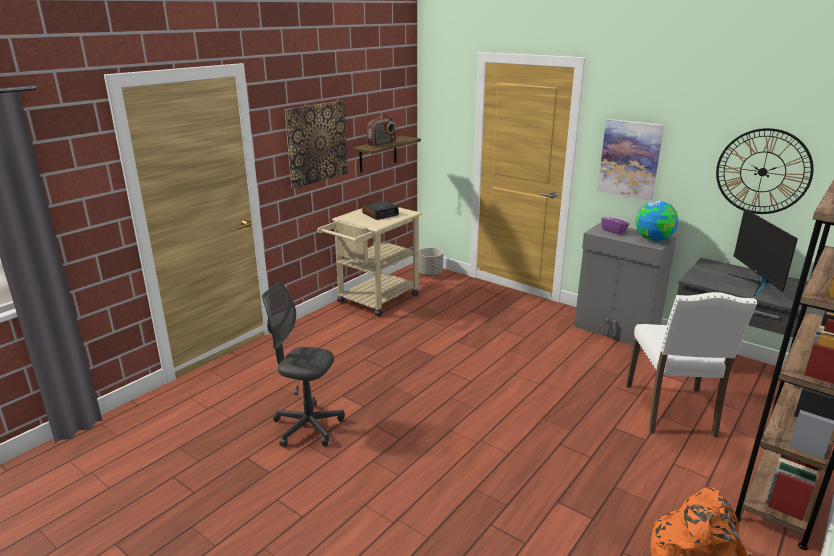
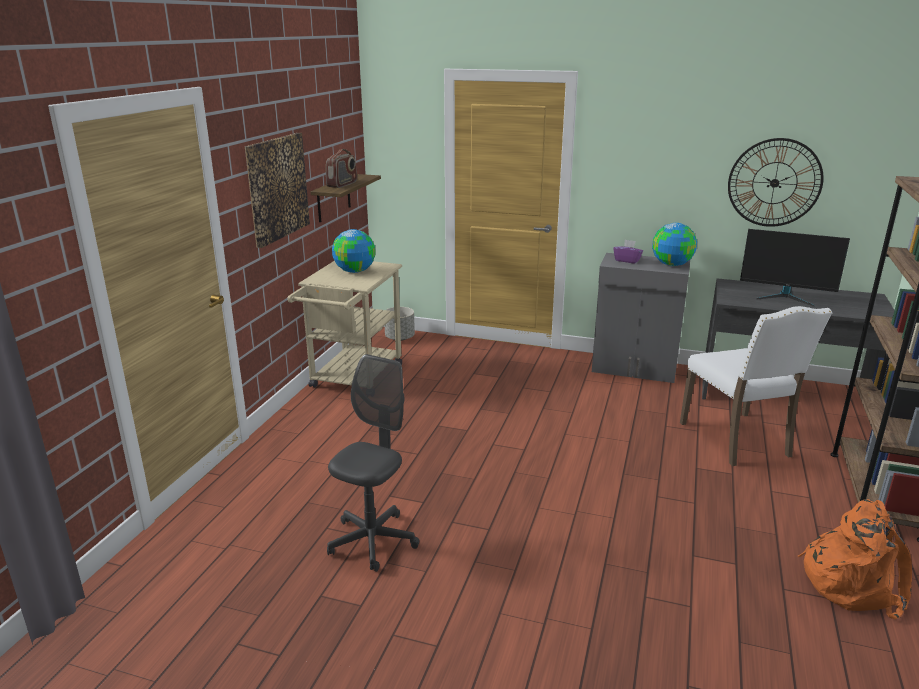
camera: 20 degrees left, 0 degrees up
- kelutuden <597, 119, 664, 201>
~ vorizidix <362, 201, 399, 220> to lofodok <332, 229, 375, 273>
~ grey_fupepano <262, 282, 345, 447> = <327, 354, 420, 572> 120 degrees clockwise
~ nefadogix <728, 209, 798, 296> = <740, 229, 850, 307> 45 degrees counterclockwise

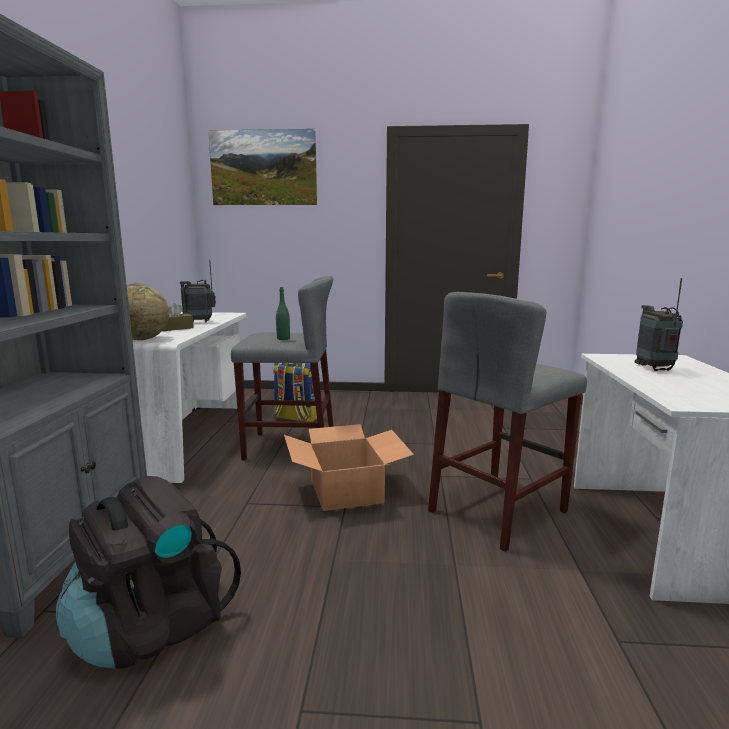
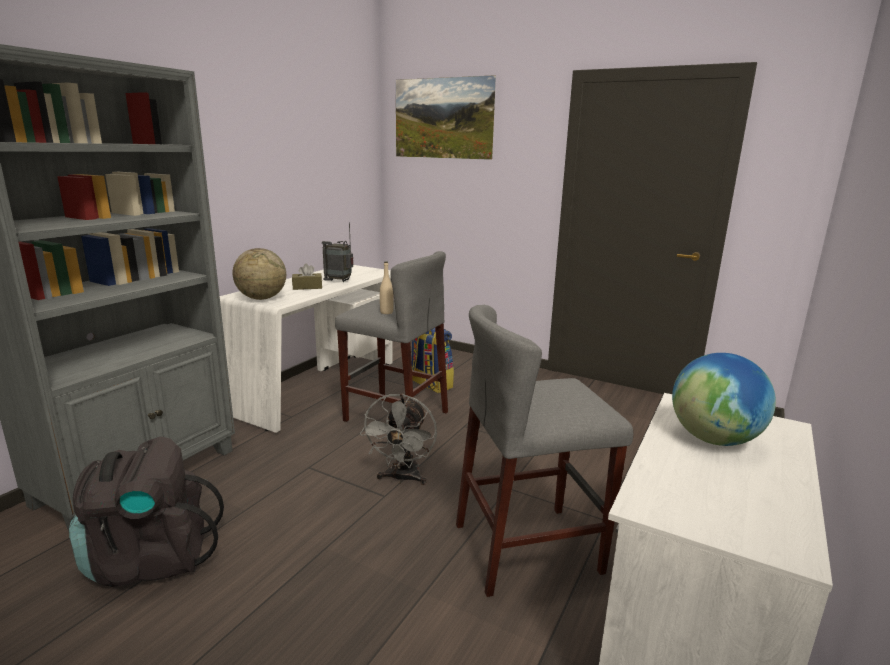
camera: 25 degrees right, 5 degrees up
~ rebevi <284, 424, 414, 511> to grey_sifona <360, 393, 437, 485>
~ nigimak <635, 278, 683, 371> to lofodok <672, 353, 776, 446>
~ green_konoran <276, 287, 290, 340> to beige_konoran <380, 261, 393, 314>

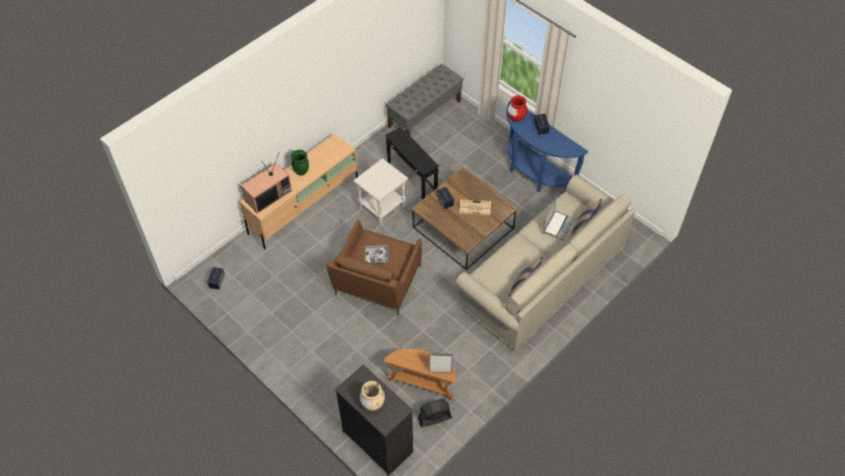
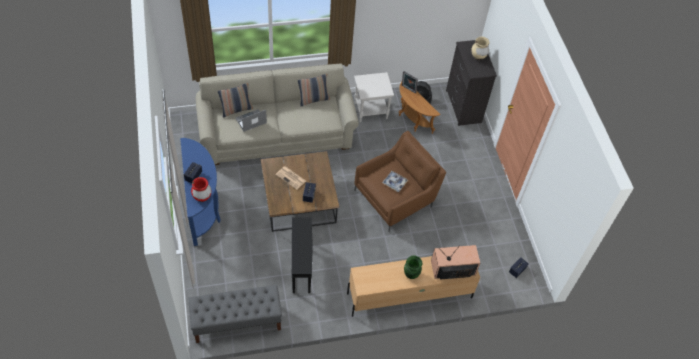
camera: 150 degrees left, 0 degrees up
~ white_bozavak <353, 158, 408, 225> to <354, 72, 394, 122>

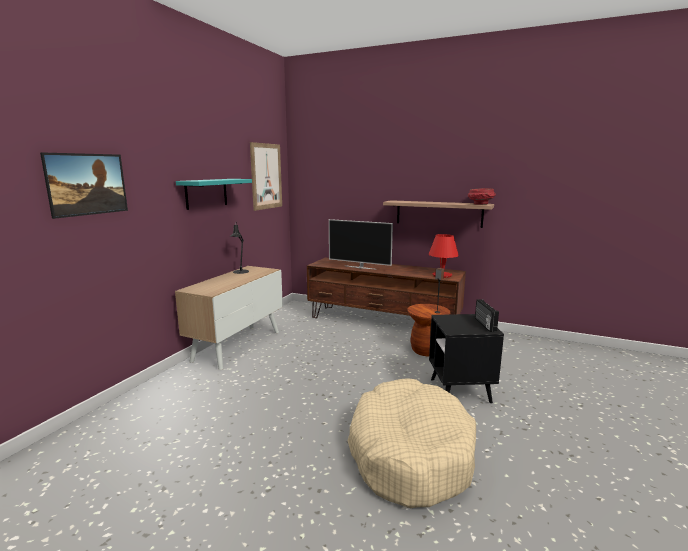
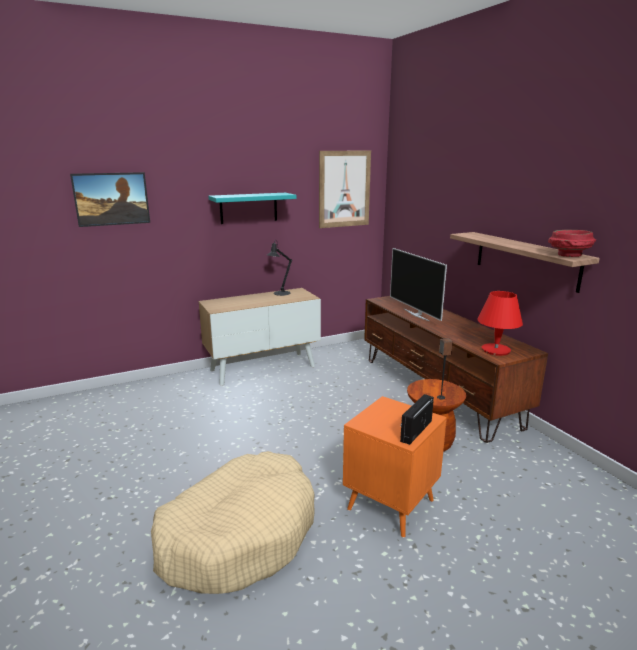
camera: 40 degrees right, 5 degrees up
~ black_bozavak <429, 314, 504, 404> to orange_bozavak <343, 396, 447, 538>

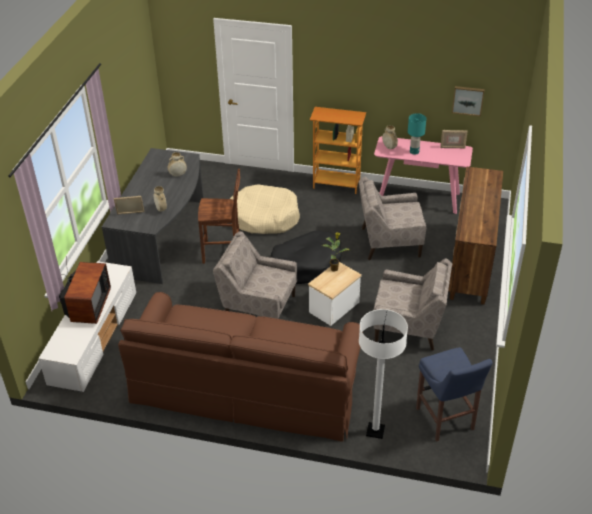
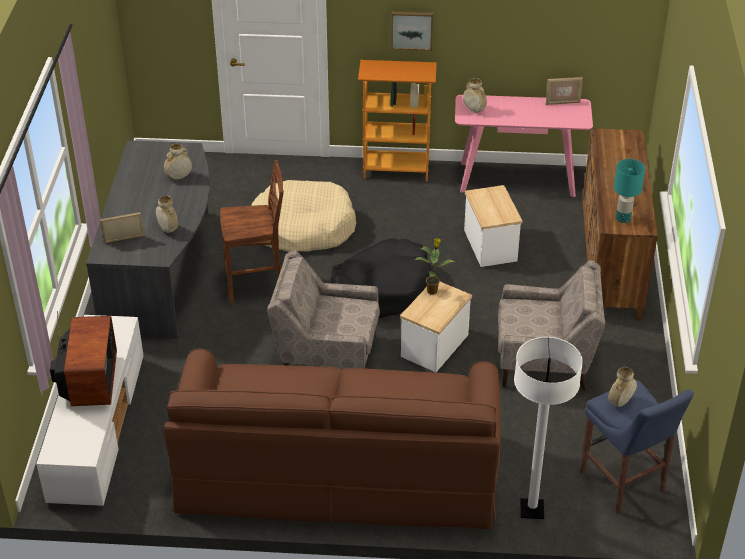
camera: 10 degrees left, 0 degrees up
+ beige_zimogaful <608, 367, 637, 407>
~ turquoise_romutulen <408, 113, 426, 155> to <614, 159, 645, 223>
~ kelutuden <452, 86, 485, 117> to <391, 11, 433, 51>
~ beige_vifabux <359, 177, 426, 260> to bozavak <464, 185, 522, 267>

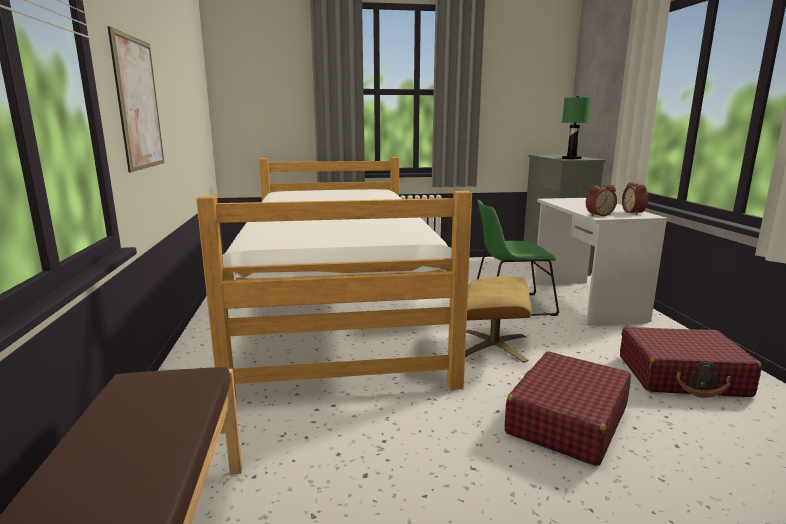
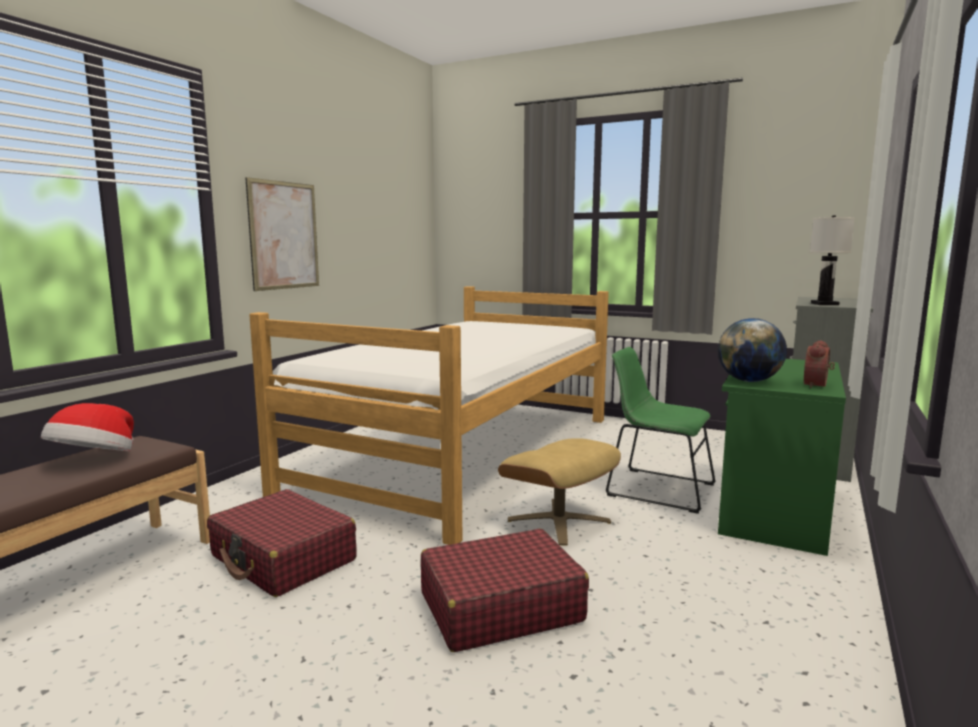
camera: 35 degrees right, 5 degrees down
+ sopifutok <41, 403, 134, 451>
~ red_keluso <620, 327, 762, 398> to <207, 489, 357, 597>
~ vorizidix <586, 185, 617, 216> to lofodok <718, 318, 787, 382>
~ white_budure <535, 198, 667, 326> to green_budure <718, 359, 846, 556>
~ green_romutulen <562, 96, 591, 159> to white_romutulen <810, 216, 855, 305>

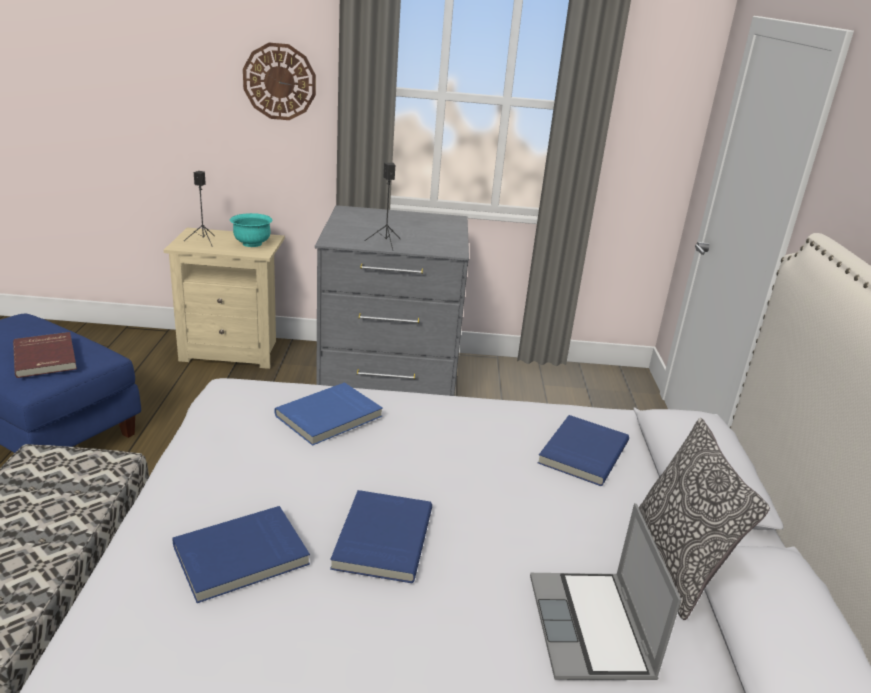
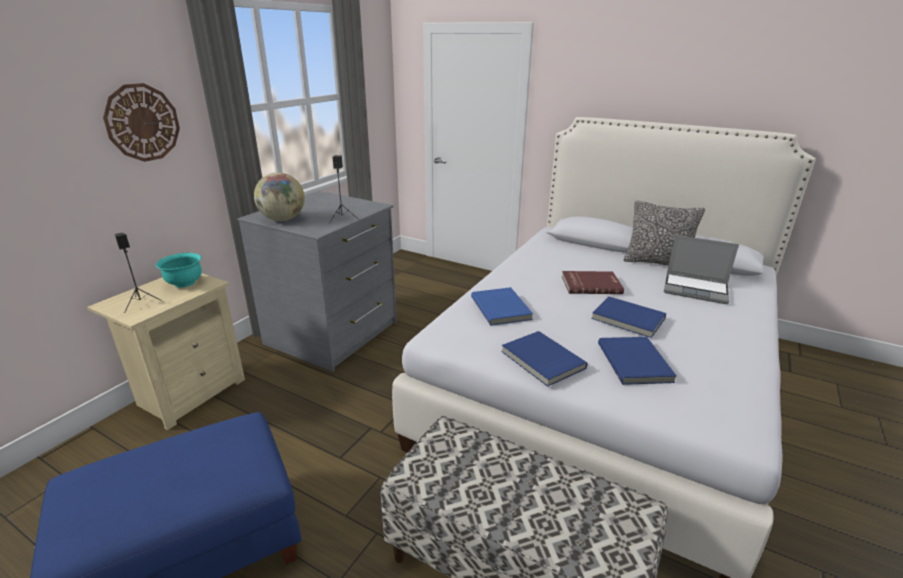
camera: 60 degrees left, 0 degrees up
+ lofodok <254, 172, 305, 221>
~ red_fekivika <13, 332, 77, 378> to <562, 271, 624, 294>
~ blue_fekivika <537, 415, 629, 486> to <501, 331, 588, 387>

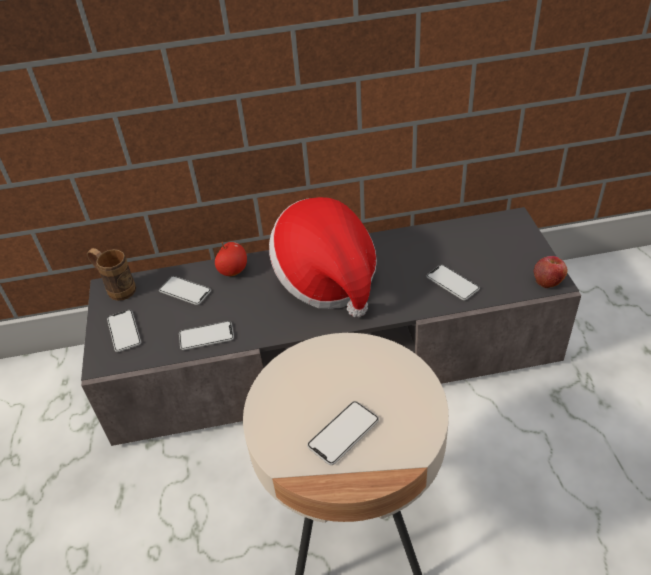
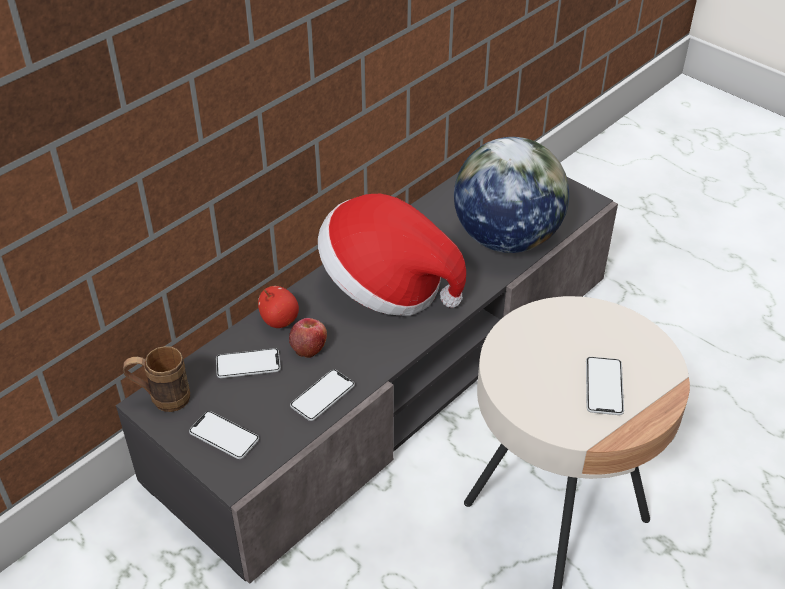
camera: 40 degrees left, 0 degrees up
~ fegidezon <534, 256, 568, 288> to <289, 318, 327, 358>
~ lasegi <426, 265, 480, 300> to lofodok <454, 137, 569, 253>

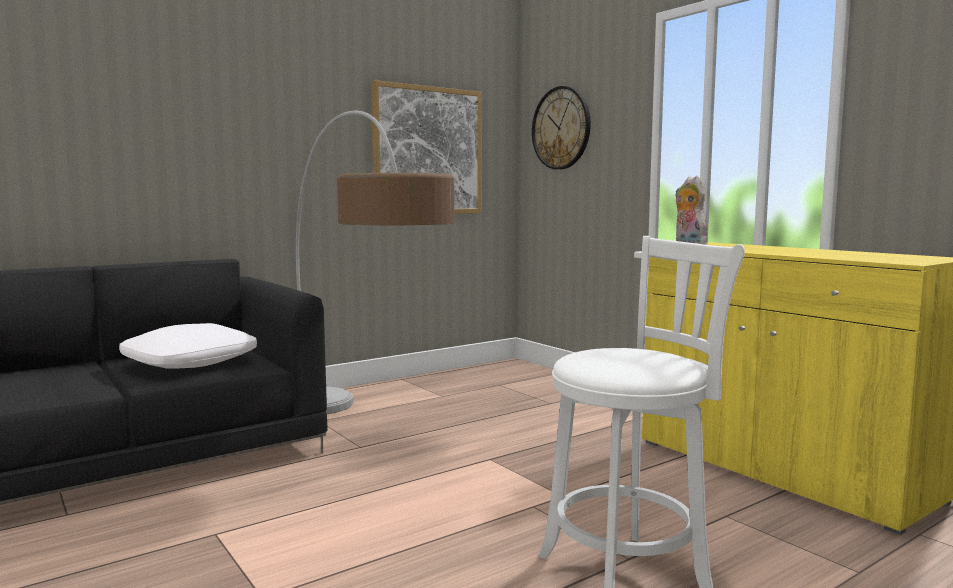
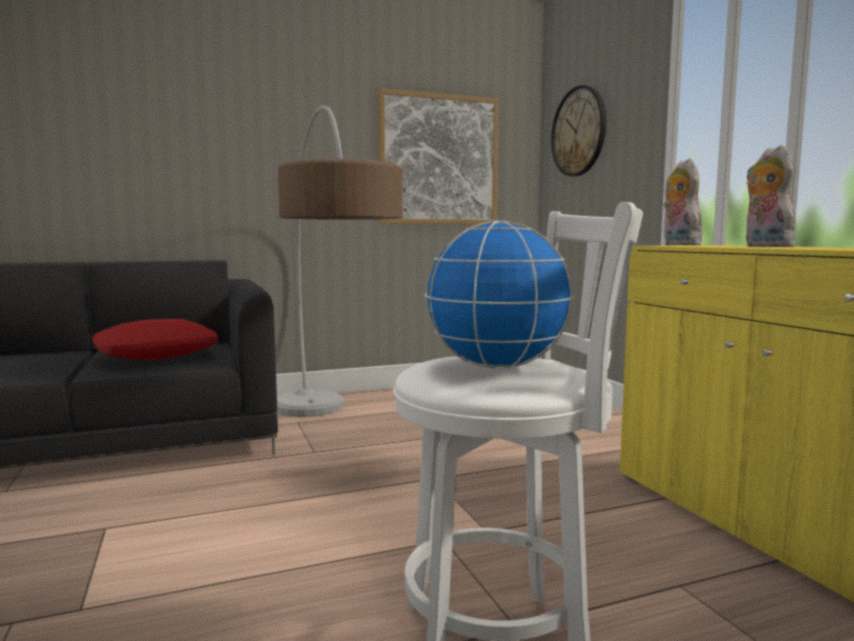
camera: 15 degrees right, 0 degrees up
+ lofodok <424, 221, 574, 369>
+ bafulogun <746, 145, 796, 247>
~ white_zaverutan <119, 323, 257, 369> to red_zaverutan <93, 319, 218, 360>

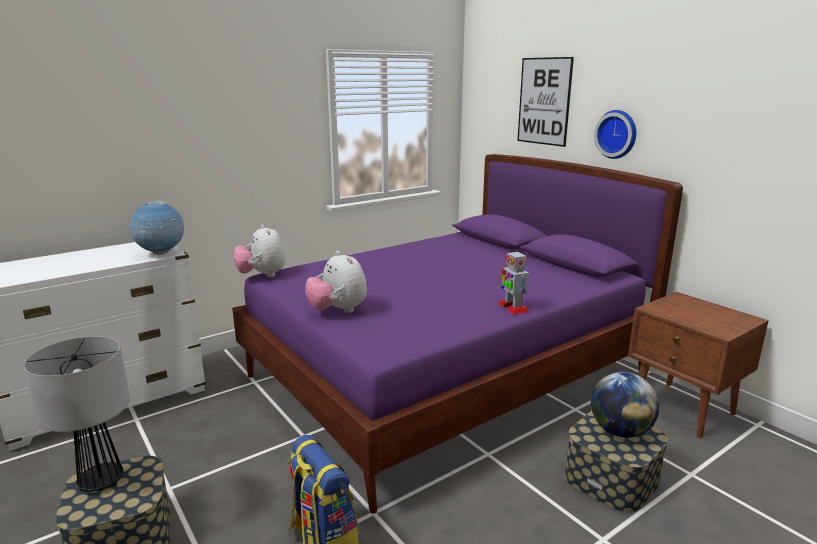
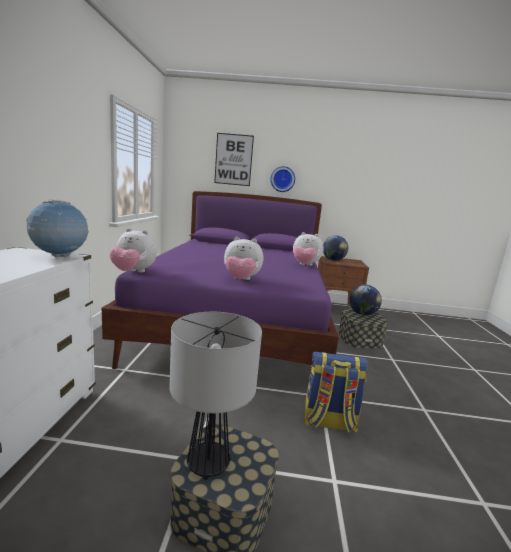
camera: 50 degrees left, 5 degrees down
+ lofodok <323, 235, 348, 261>
~ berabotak <498, 250, 529, 315> to bafulogun <293, 232, 324, 266>

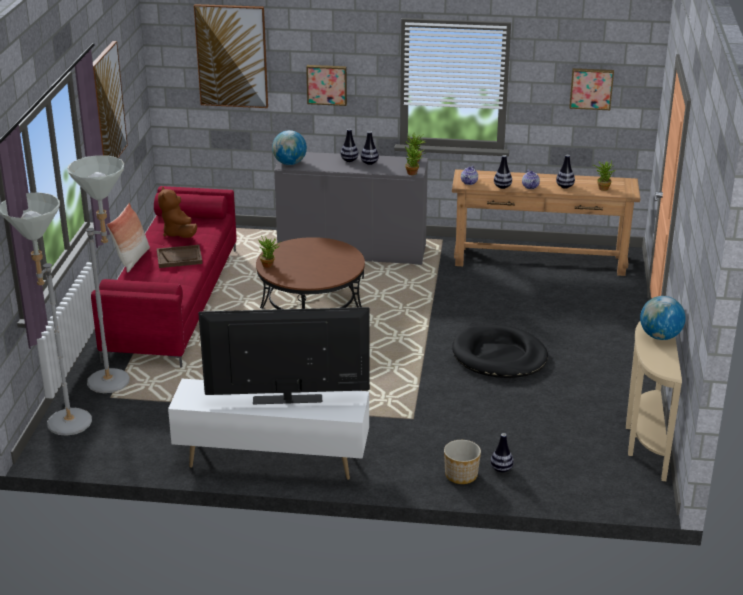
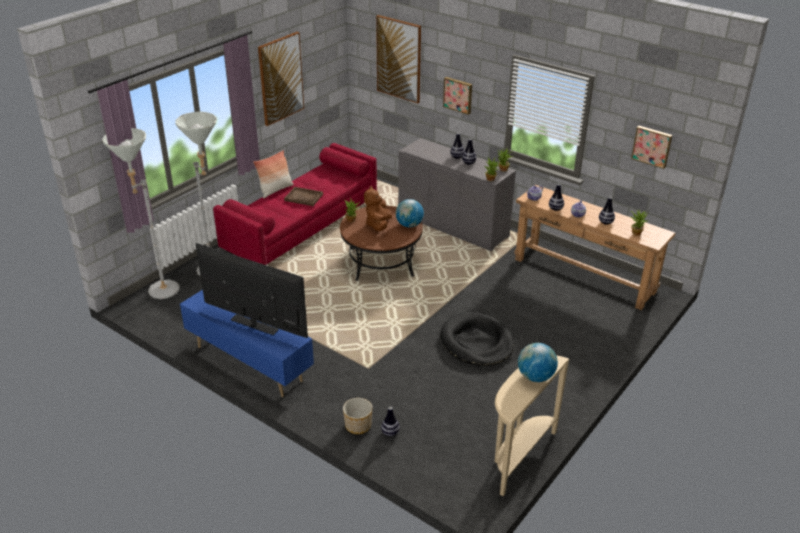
camera: 30 degrees right, 5 degrees up
~ brown_bafulogun <158, 187, 197, 238> to <364, 186, 392, 231>
~ lofodok <272, 130, 307, 165> to <396, 199, 424, 227>
~ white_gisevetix <168, 379, 369, 480> to blue_gisevetix <180, 290, 314, 397>

